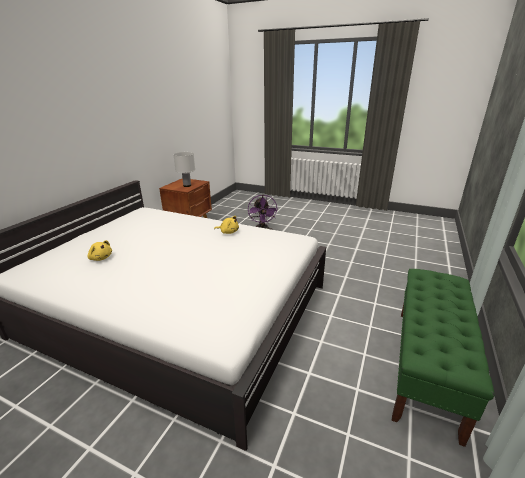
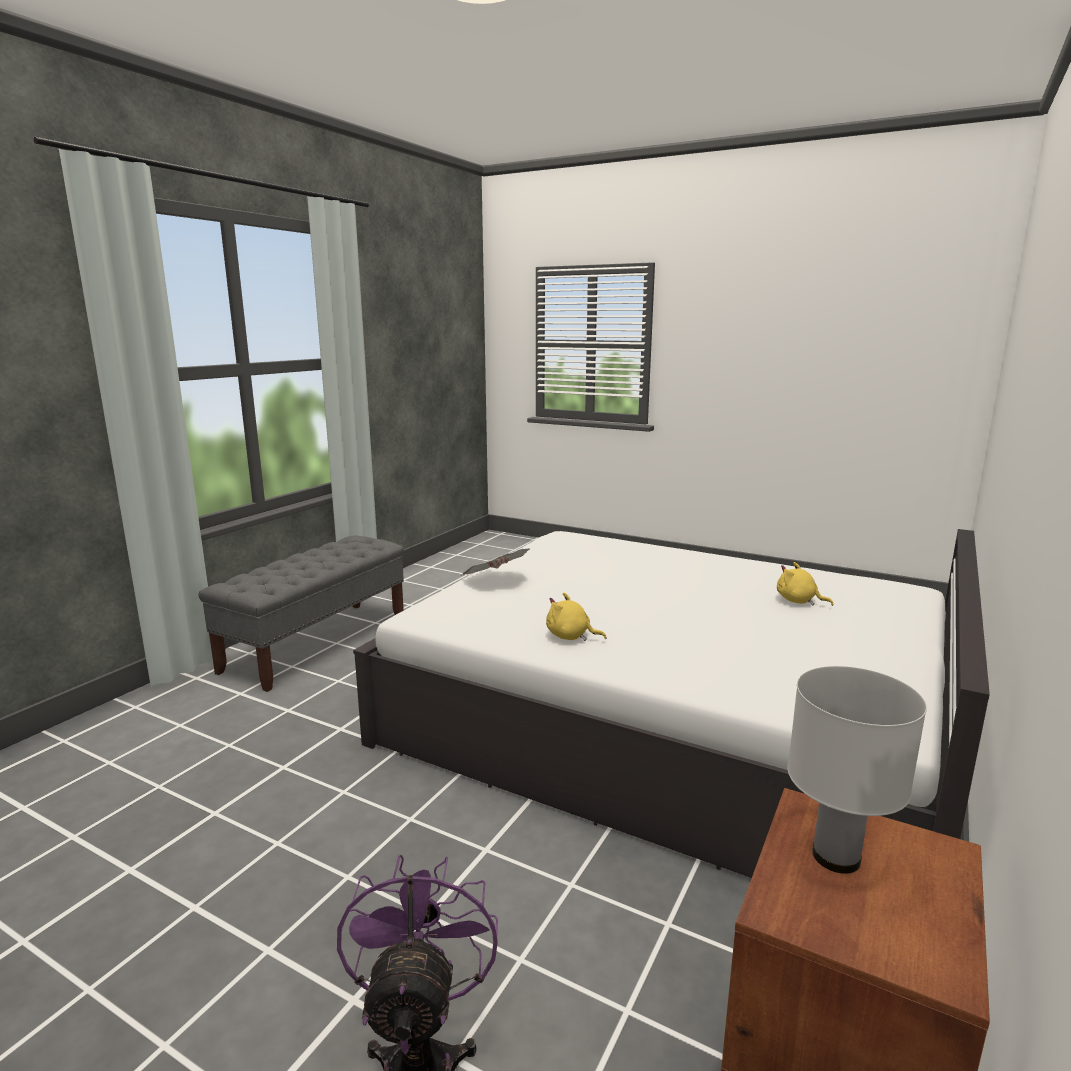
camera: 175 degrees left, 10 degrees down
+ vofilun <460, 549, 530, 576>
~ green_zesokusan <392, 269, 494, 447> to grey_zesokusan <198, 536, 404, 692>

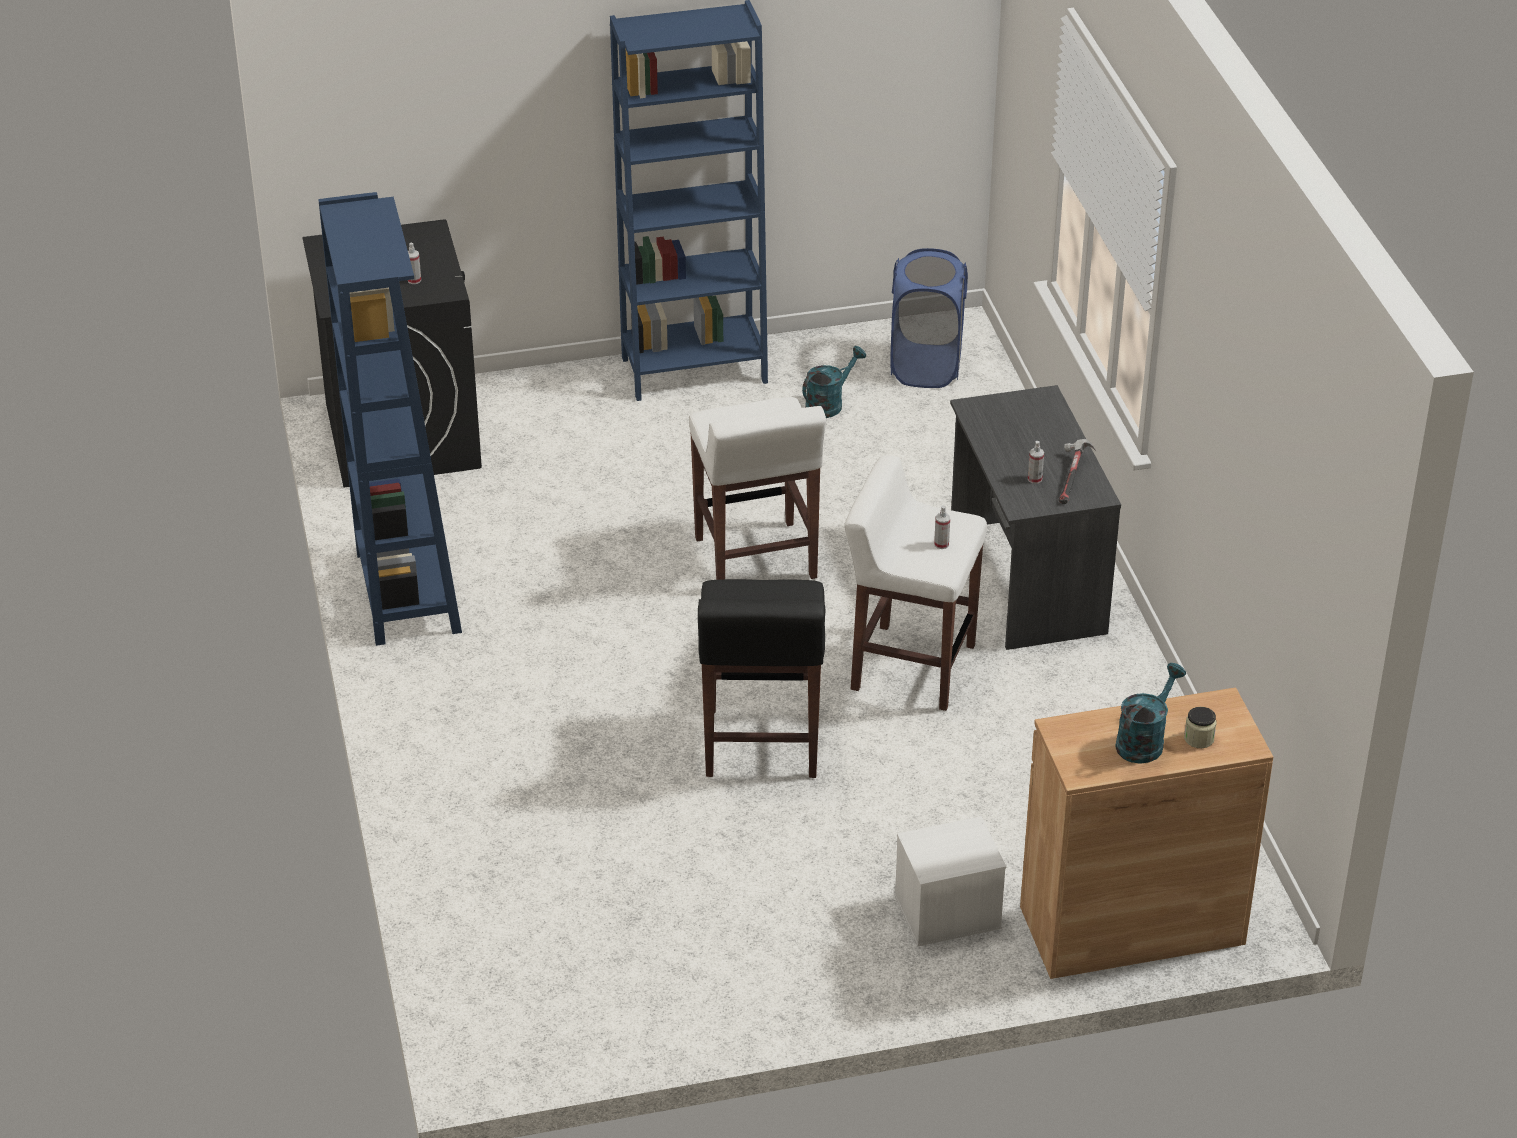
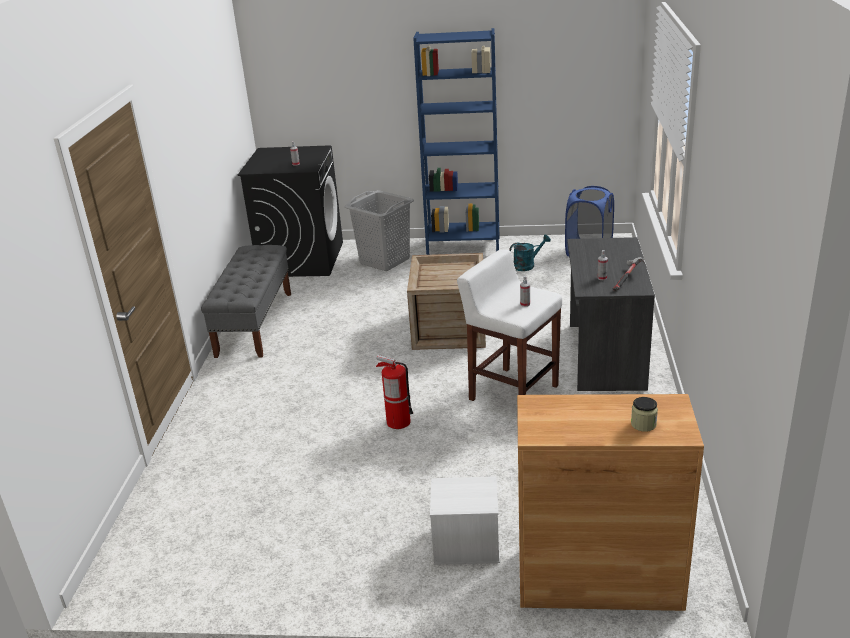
camera: 20 degrees right, 10 degrees down
- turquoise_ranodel <1115, 663, 1186, 764>
+ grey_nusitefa <345, 190, 414, 271>
~ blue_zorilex <318, 192, 462, 646> to grey_zesokusan <201, 245, 291, 358>
~ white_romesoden <689, 397, 826, 580> to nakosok <407, 253, 486, 350>
~ black_romesoden <698, 579, 825, 778> to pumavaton <376, 355, 413, 429>

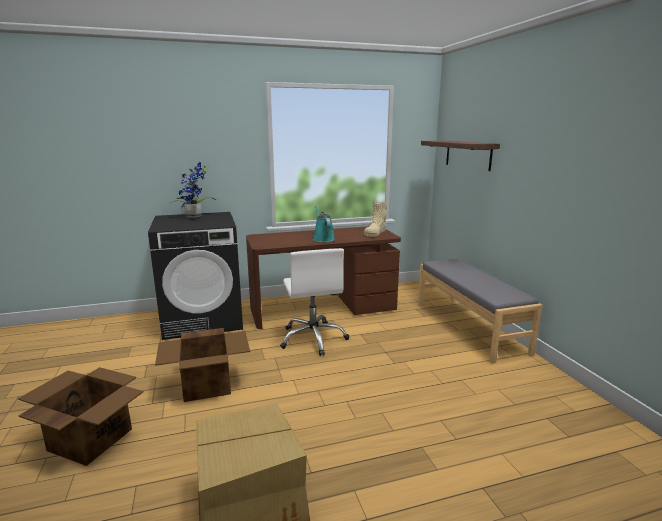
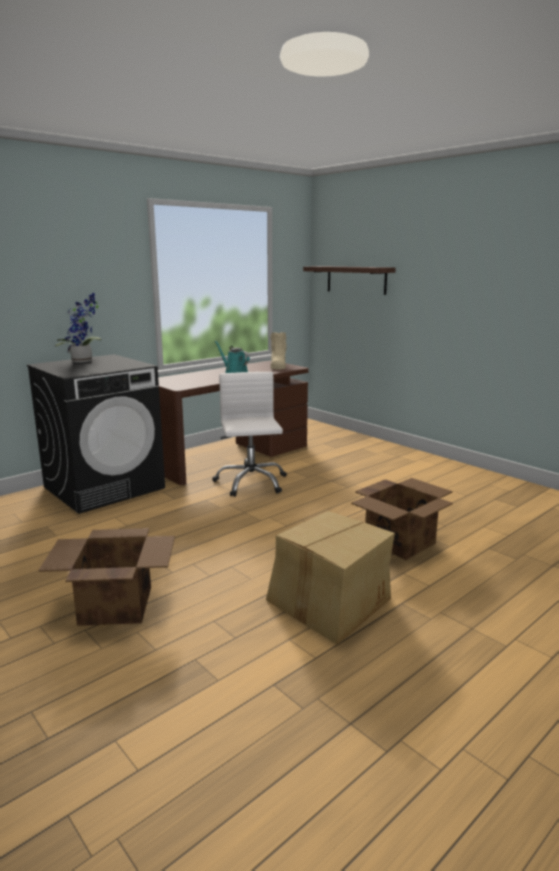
camera: 25 degrees left, 0 degrees up
- grey_zesokusan <418, 259, 543, 364>
~ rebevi <155, 328, 250, 402> to <351, 478, 453, 560>
~ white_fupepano <280, 248, 349, 356> = <212, 372, 287, 497> 150 degrees counterclockwise

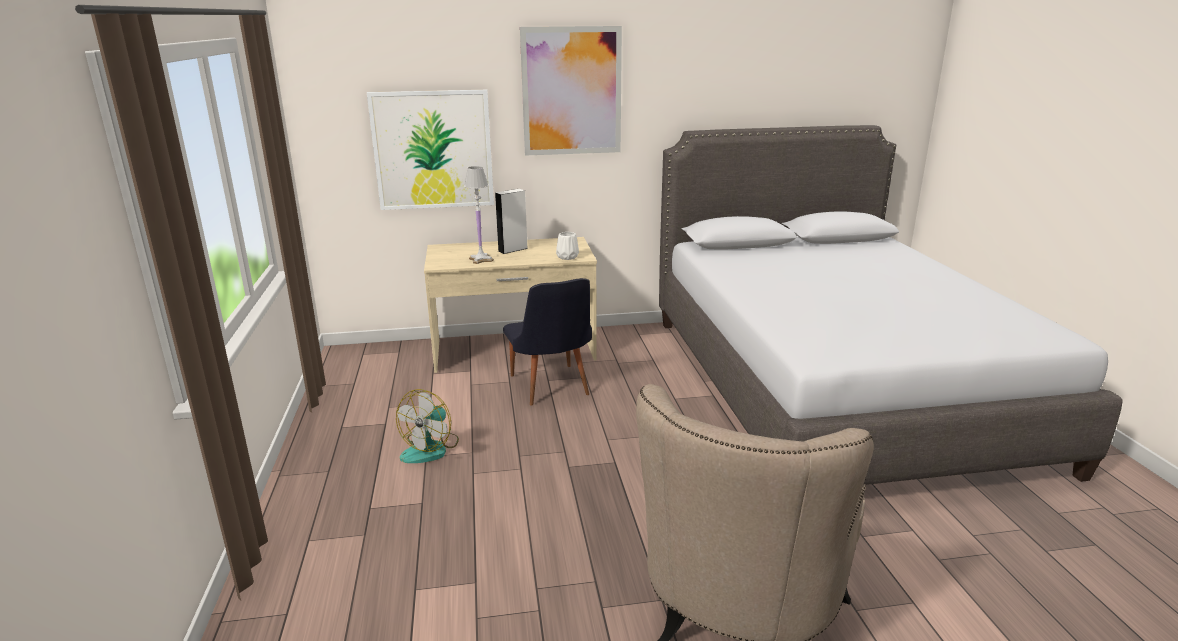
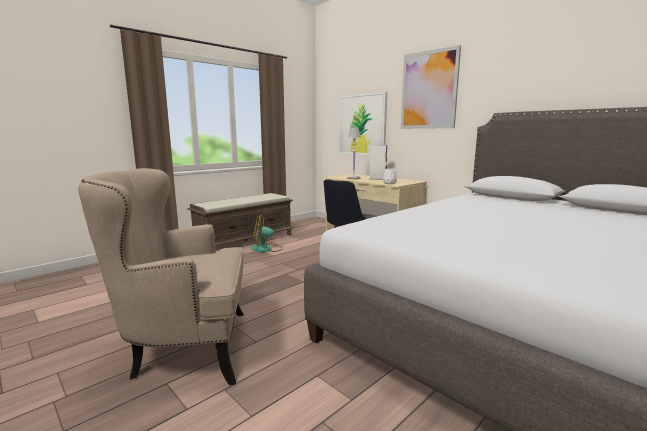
camera: 55 degrees right, 10 degrees down
+ brown_zesokusan <187, 193, 293, 246>

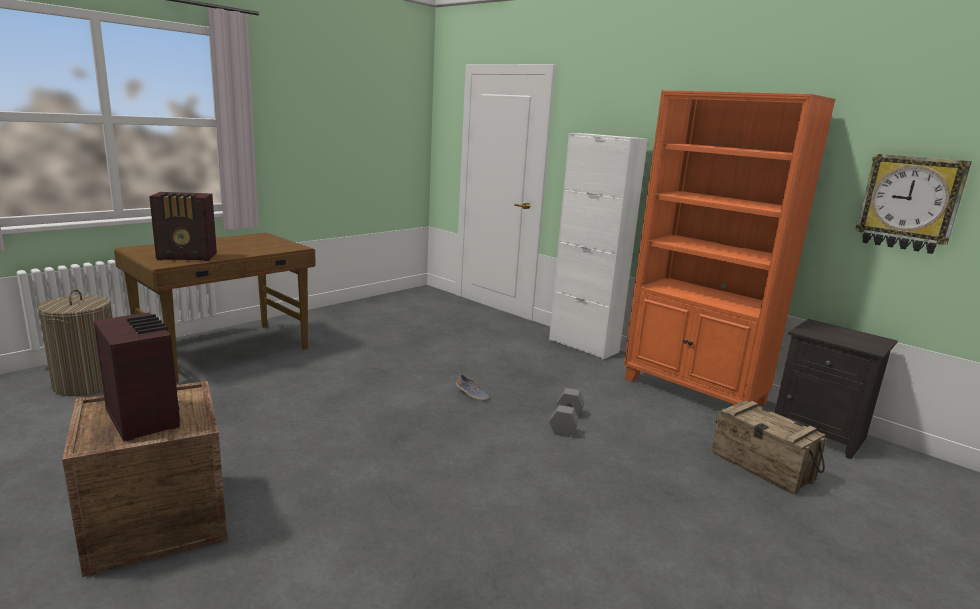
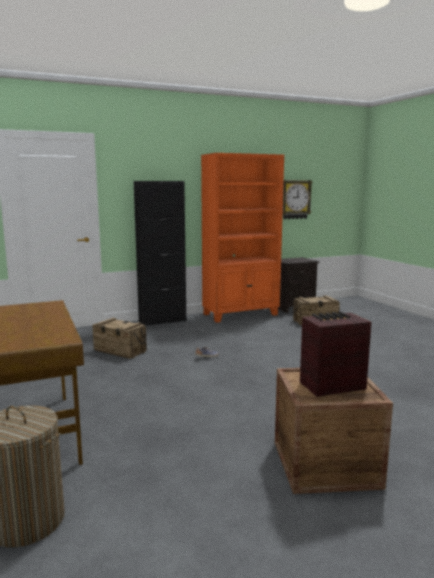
camera: 65 degrees left, 5 degrees down
- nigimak <149, 192, 217, 261>
- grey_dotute <549, 388, 584, 437>
+ nakosok <92, 318, 147, 359>
~ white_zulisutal <549, 133, 648, 359> to black_zulisutal <134, 181, 186, 326>

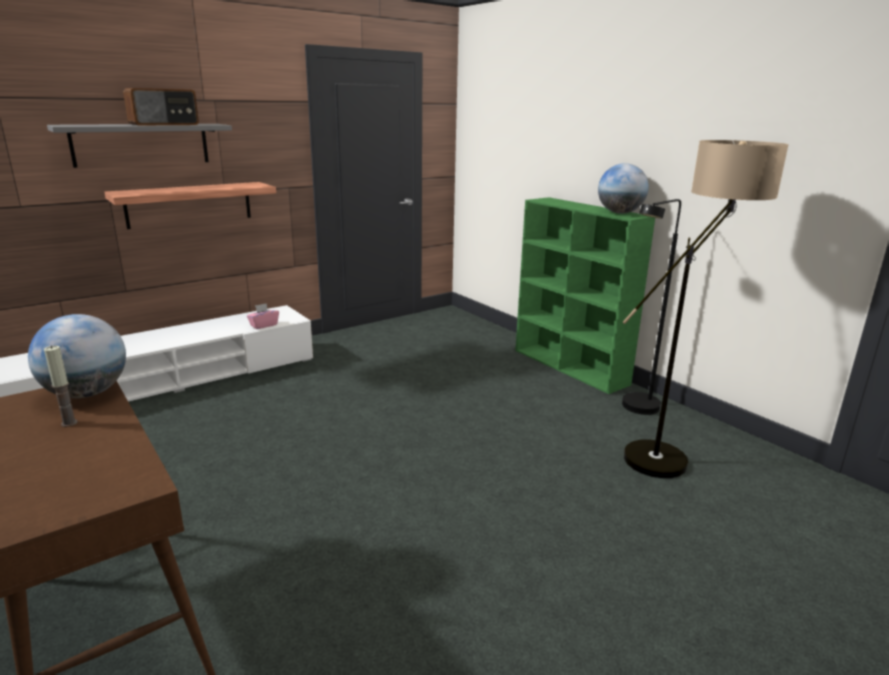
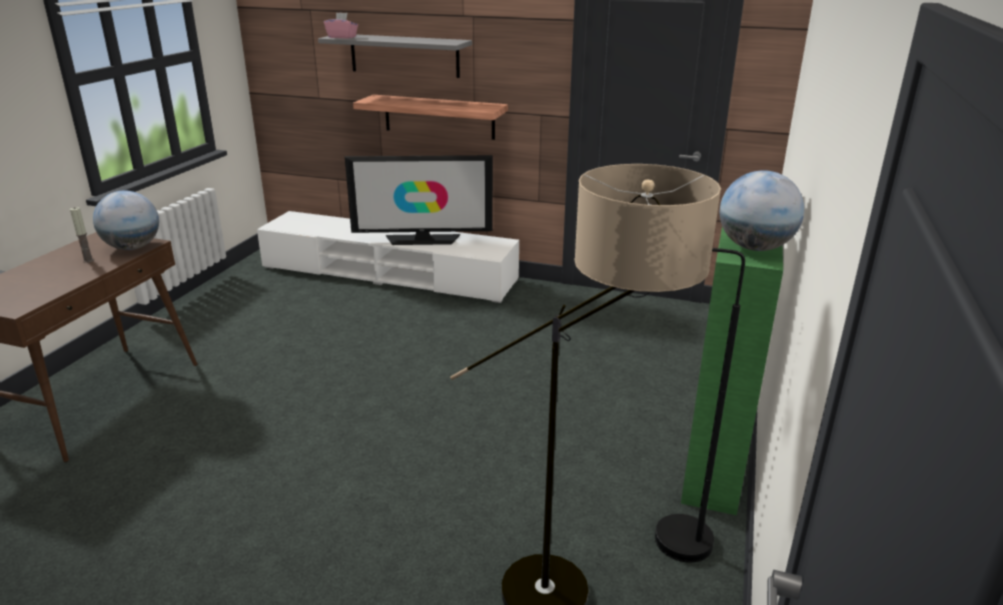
camera: 55 degrees right, 5 degrees up
- nigimak <123, 88, 199, 126>
+ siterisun <345, 155, 493, 245>
~ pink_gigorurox <247, 303, 279, 329> to <324, 12, 358, 39>

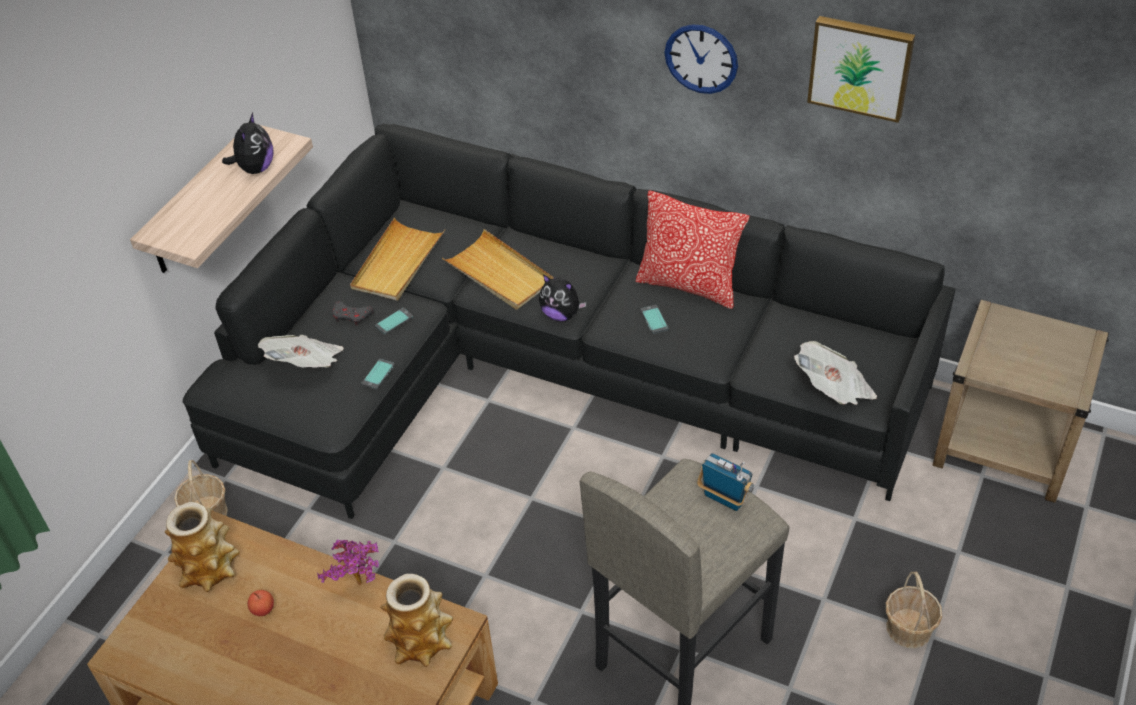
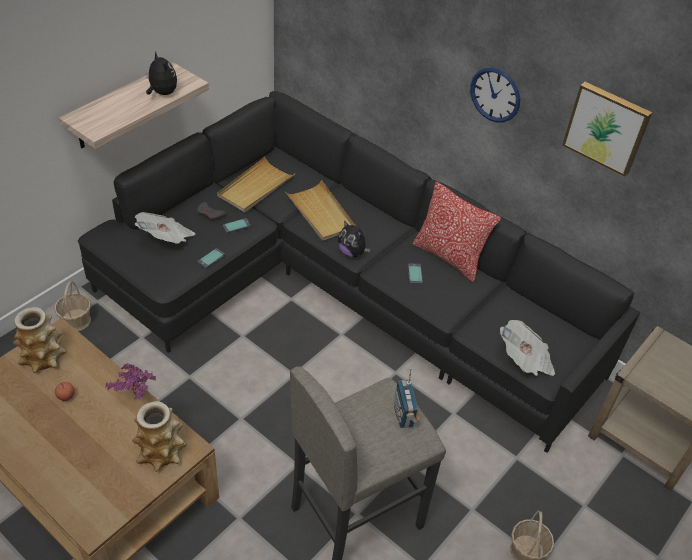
camera: 10 degrees right, 0 degrees up
~ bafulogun <222, 113, 274, 174> = <146, 52, 177, 95> 60 degrees counterclockwise
~ nigimak <697, 453, 754, 511> = <394, 368, 420, 428> 150 degrees counterclockwise

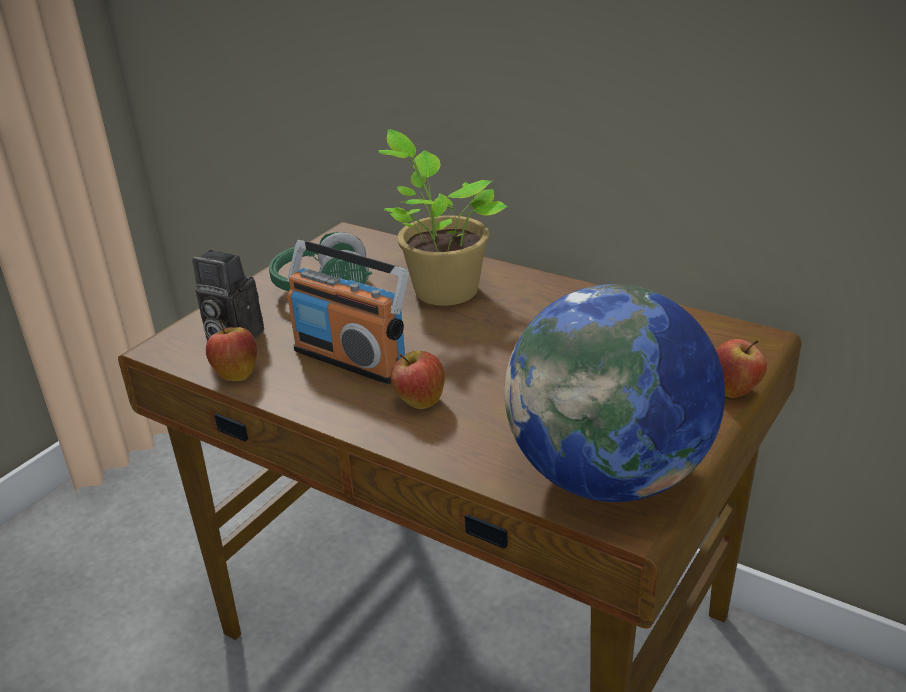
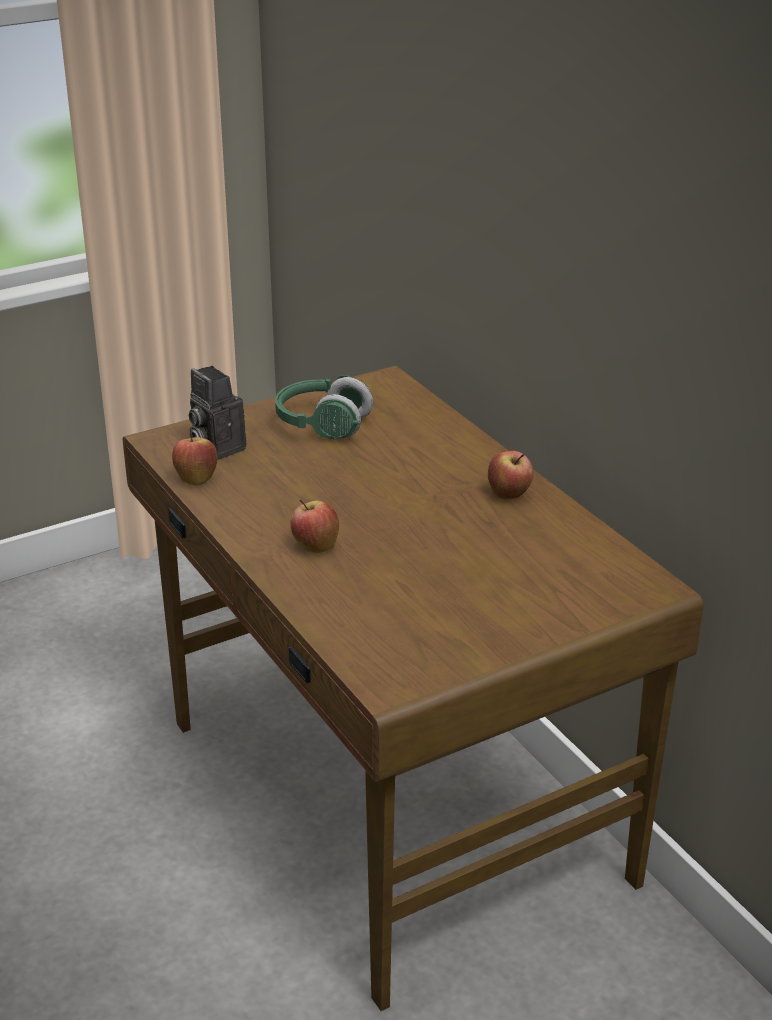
camera: 25 degrees right, 0 degrees up
- nigimak <287, 240, 409, 384>
- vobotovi <378, 129, 508, 306>
- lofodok <504, 284, 725, 502>
~ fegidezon <716, 339, 767, 398> to <488, 451, 534, 499>

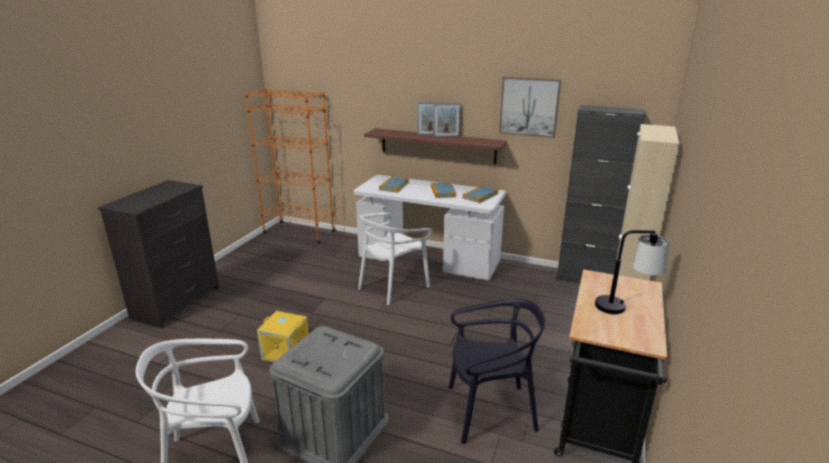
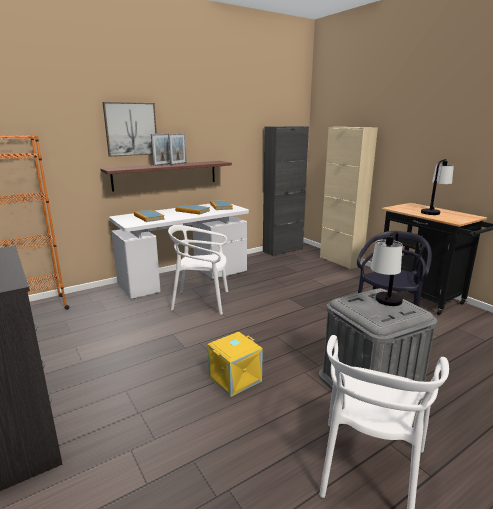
camera: 55 degrees left, 5 degrees down
+ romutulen <371, 231, 403, 306>
~ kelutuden <499, 77, 561, 138> to <103, 102, 157, 157>
~ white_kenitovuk <358, 212, 432, 305> = <168, 225, 228, 315> 105 degrees clockwise

